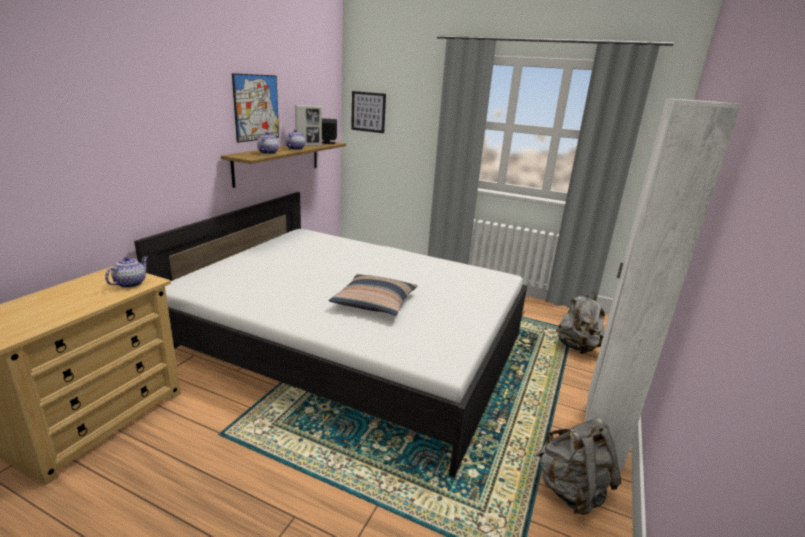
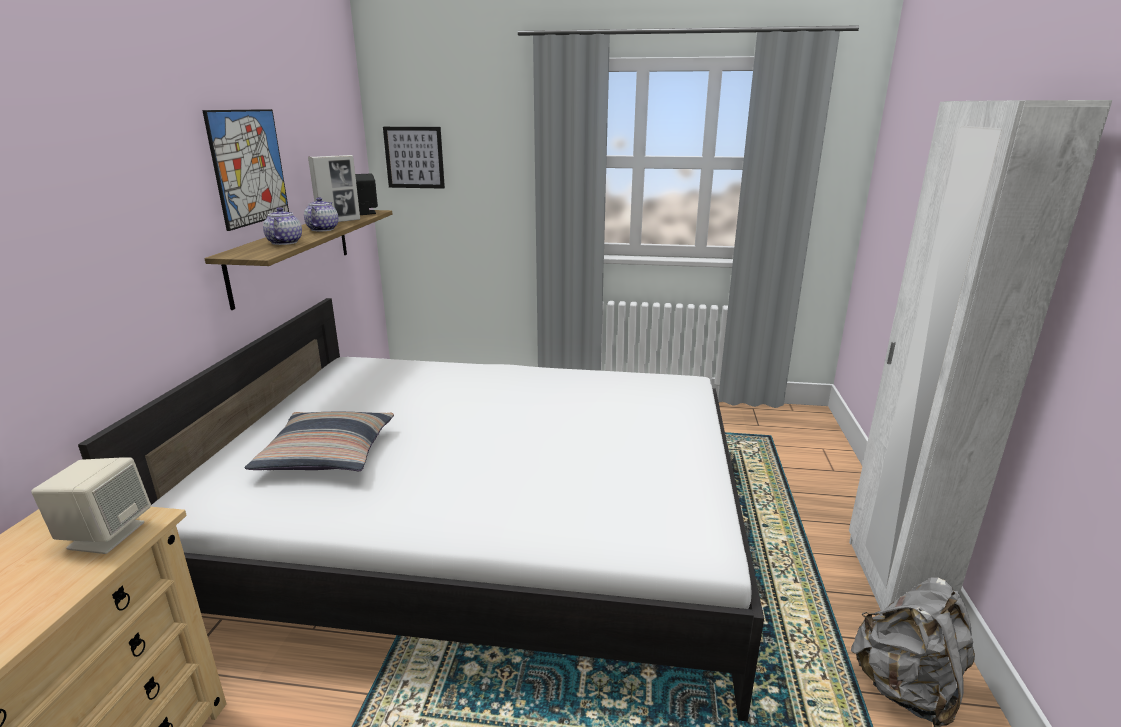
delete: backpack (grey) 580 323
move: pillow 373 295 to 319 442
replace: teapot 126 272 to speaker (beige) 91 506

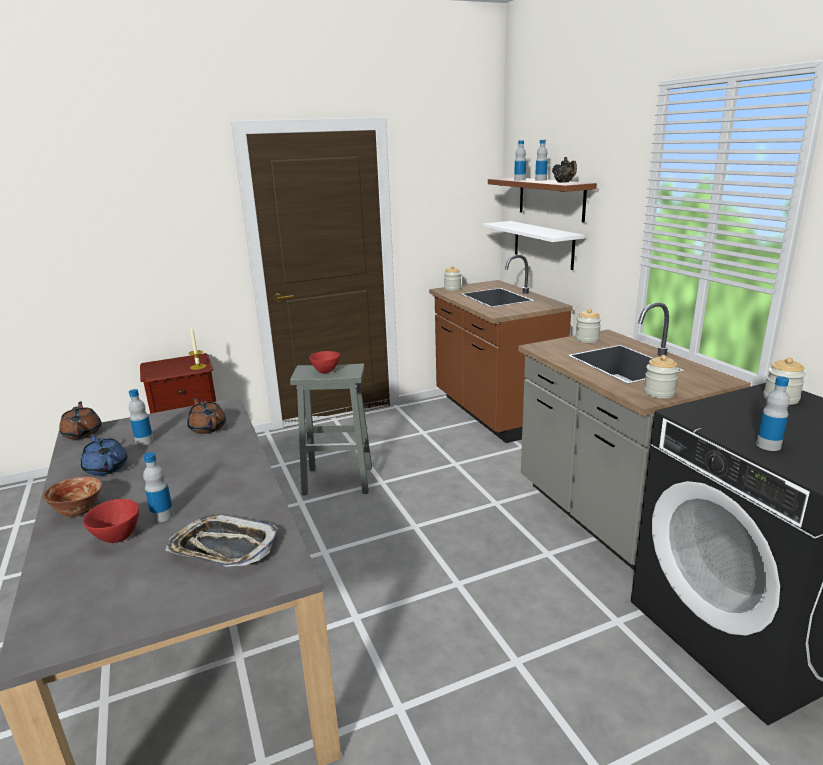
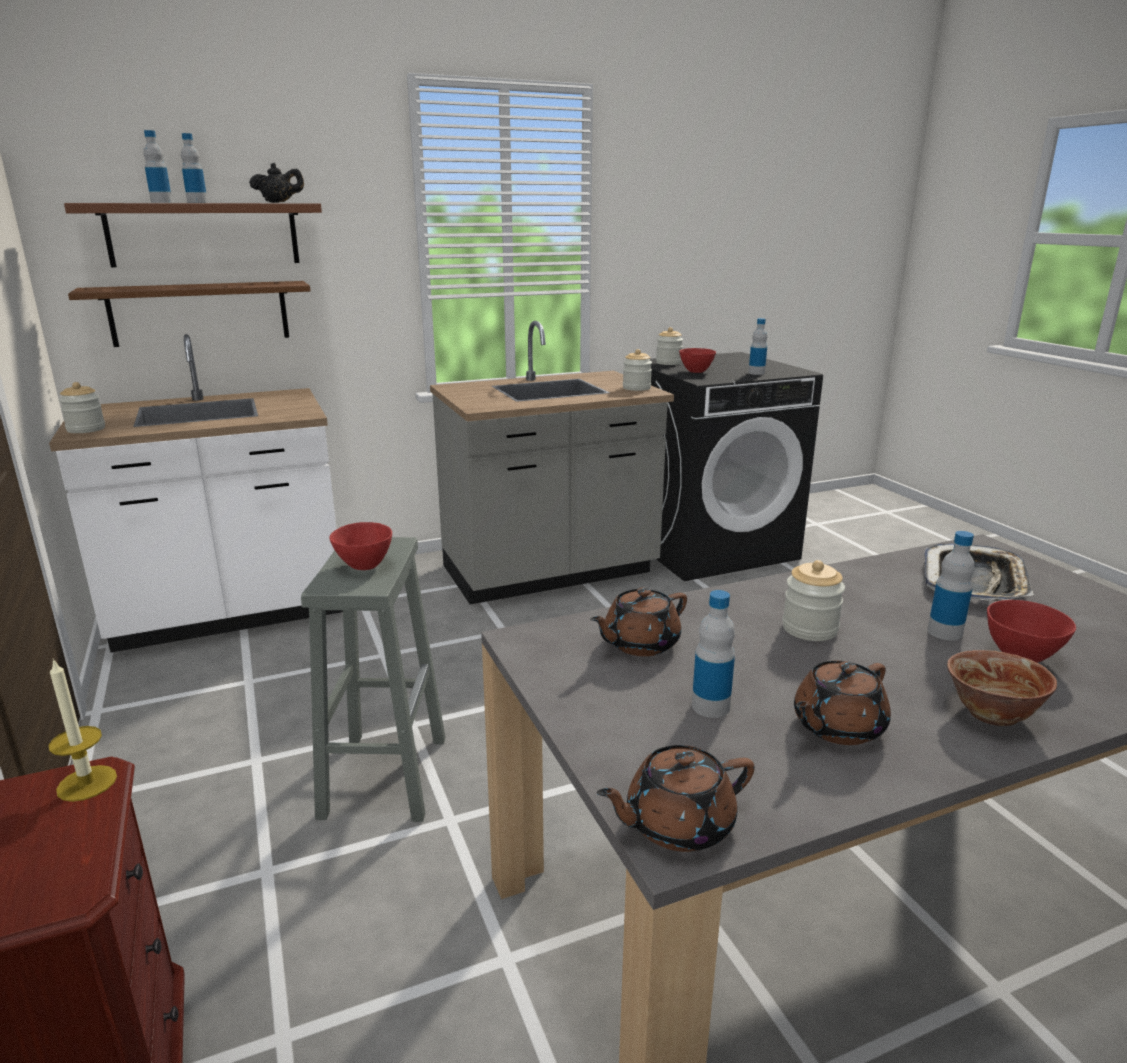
insert: bowl (red) 697 360
move: jar 588 326 to 813 600
recolor: teapot (blue) 104 455 to teapot (brown) 842 703; counter (brown) 501 349 to counter (white) 196 493; shelf (white) 533 245 to shelf (brown) 189 314

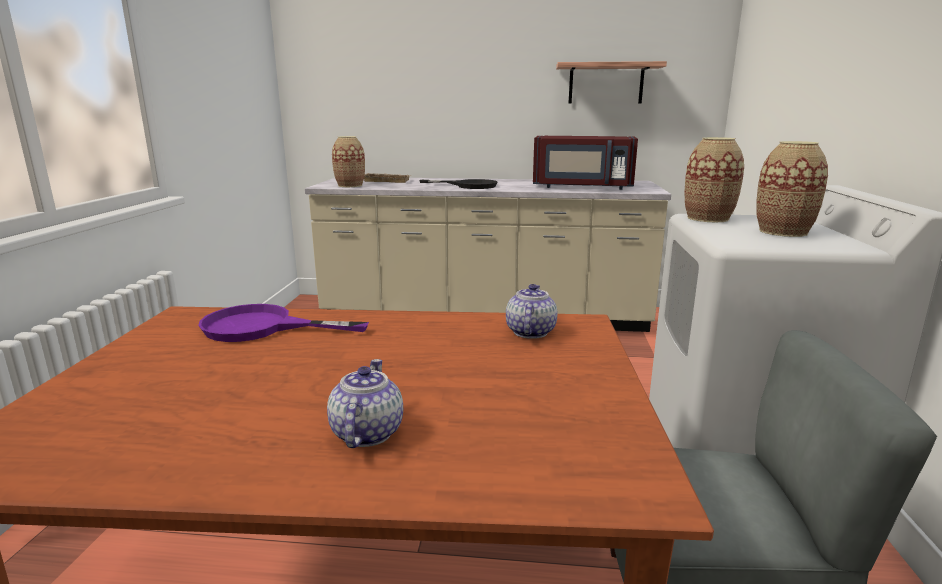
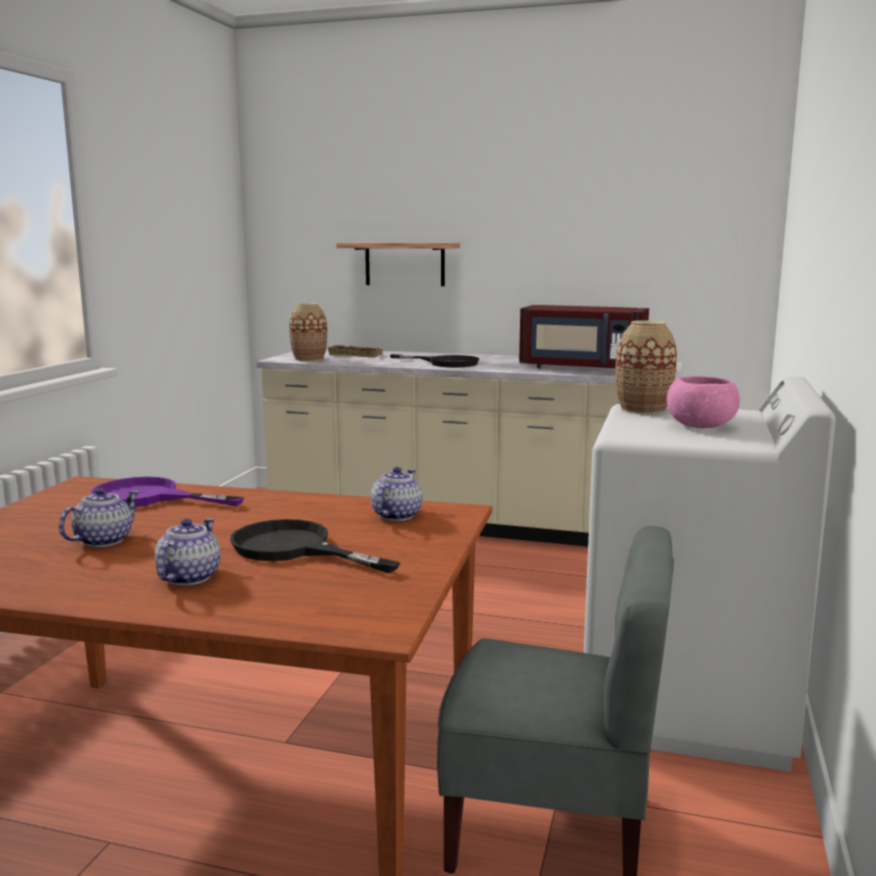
insert: teapot 99 517; frying pan (black) 315 546
move: shelf 611 82 to 398 264
replace: vase 792 189 to bowl (pink) 703 402

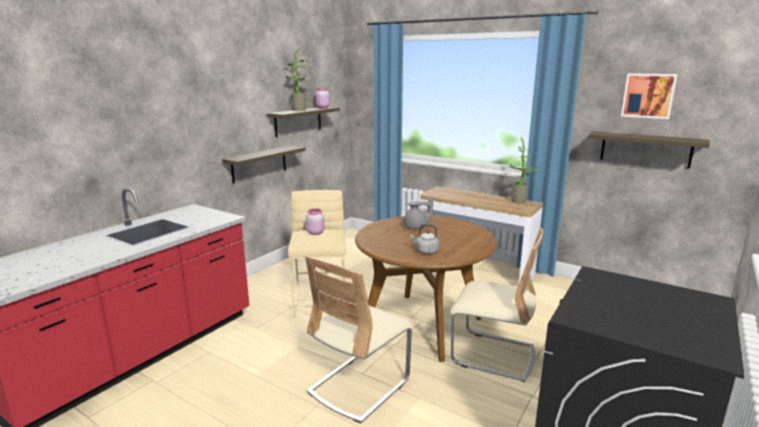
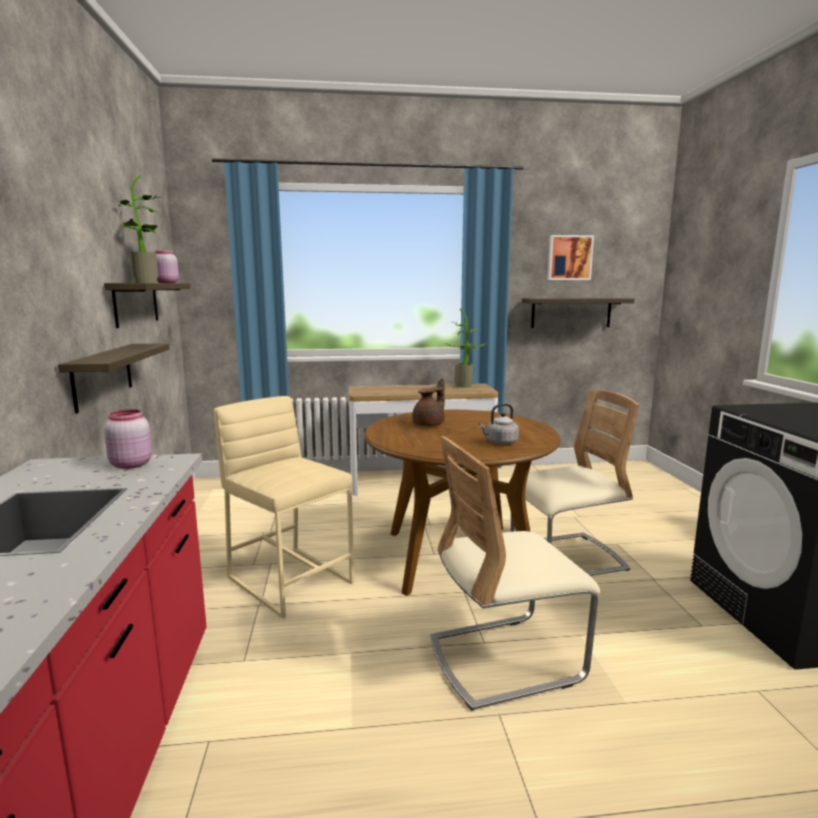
move: jar (pink) 315 222 to 128 439
recolor: teapot (grey) 418 212 to teapot (brown) 428 402
rotate: chair (beige) 358 340 = 515 573 75 degrees clockwise

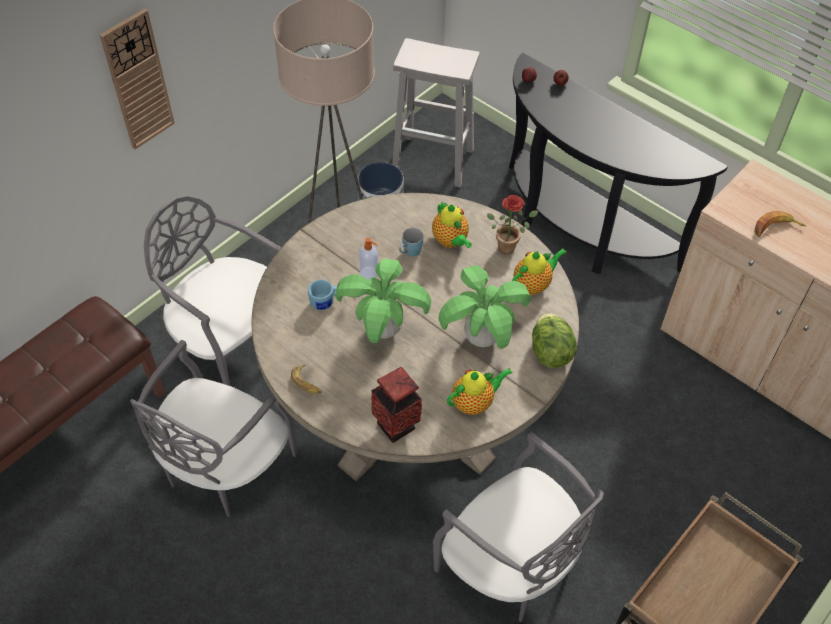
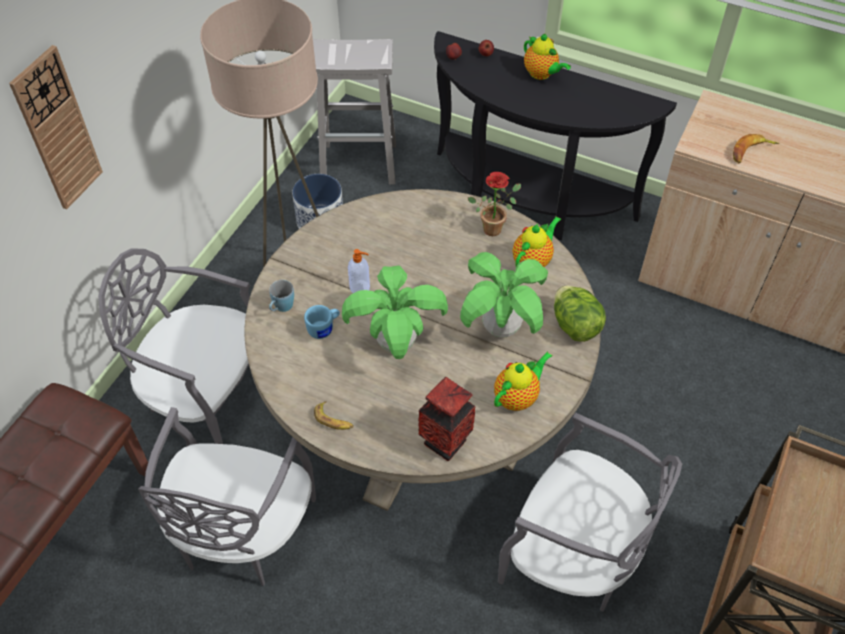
move: mug (blue) 411 242 to 281 296; teapot 452 224 to 547 56

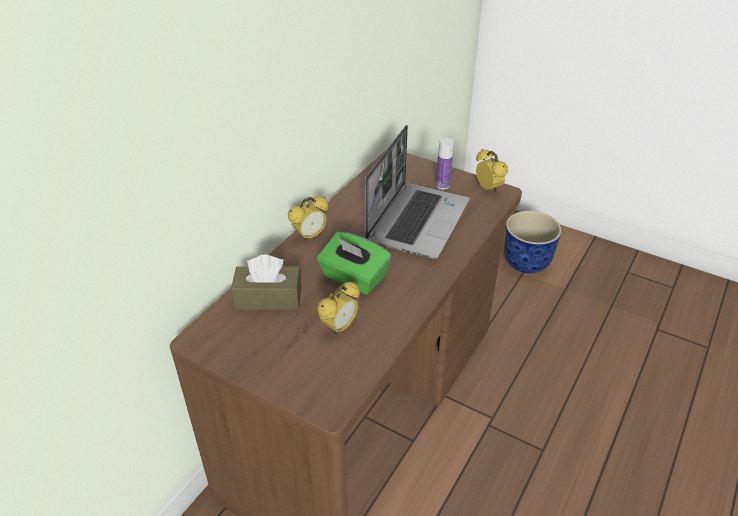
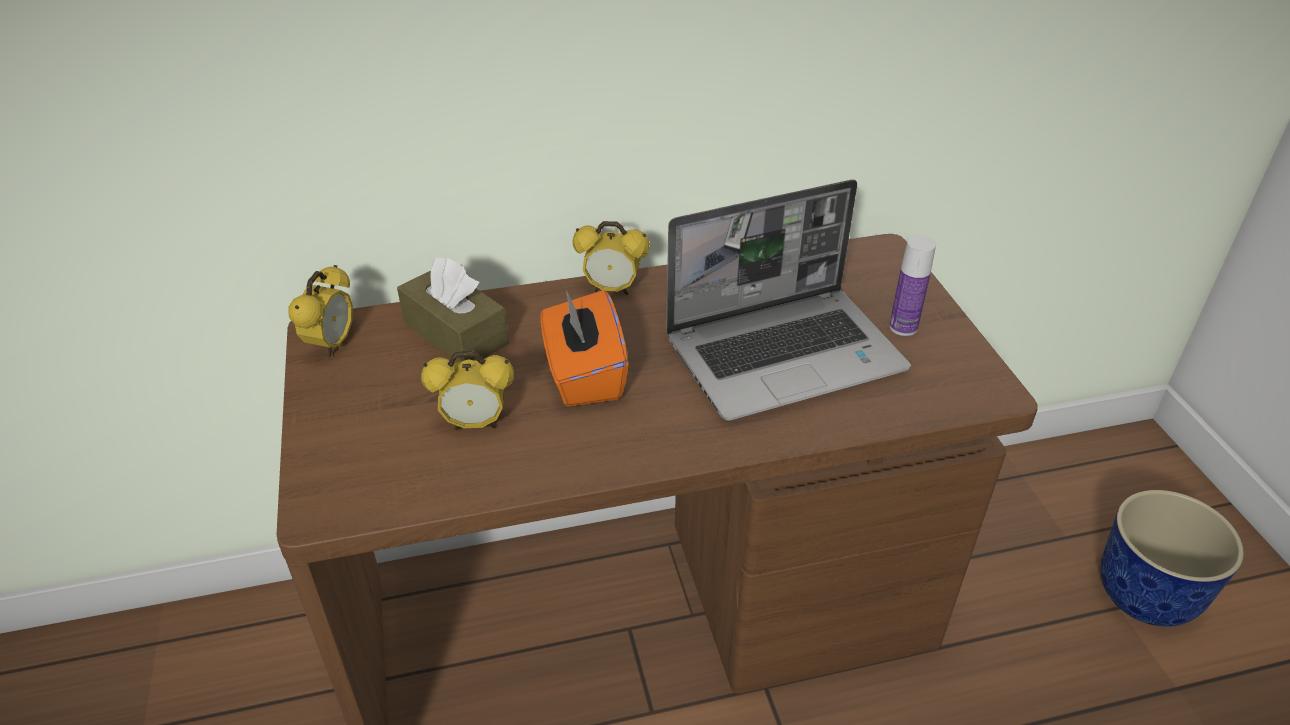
move: alarm clock 492 171 to 320 311
recolor: tissue box (green) 354 263 to tissue box (orange) 584 348

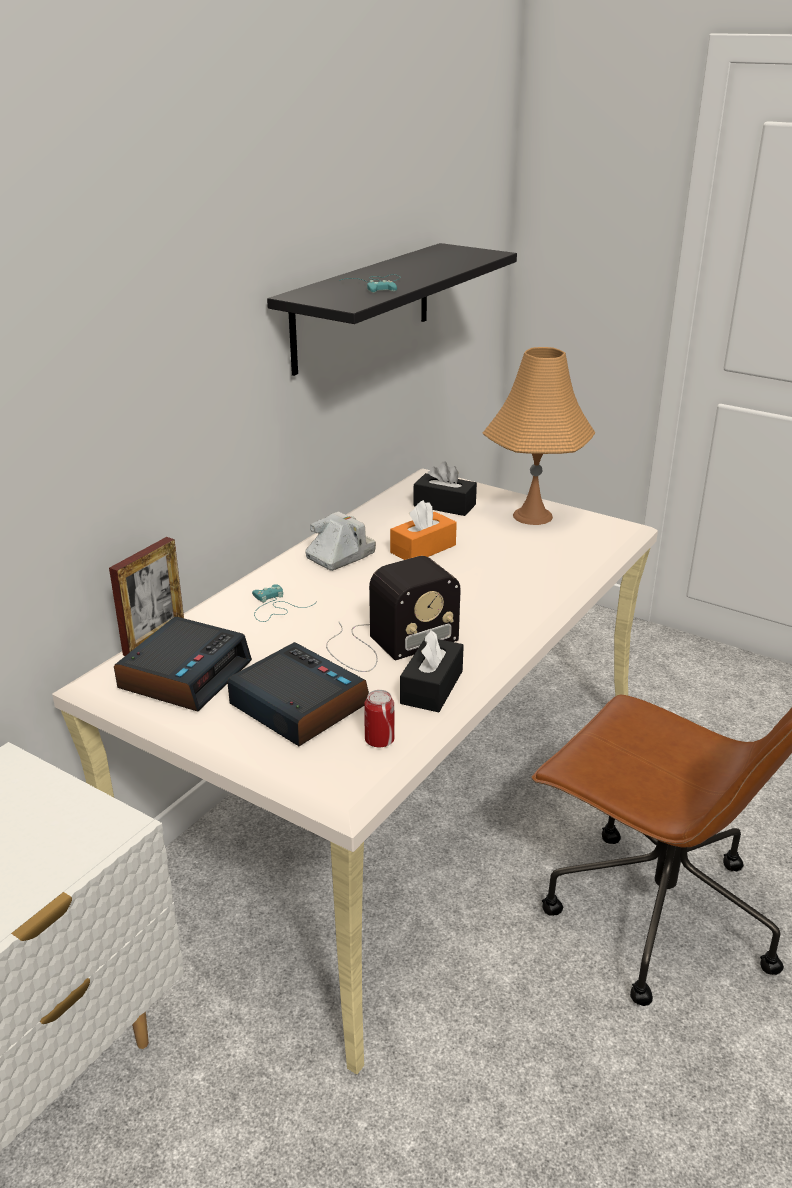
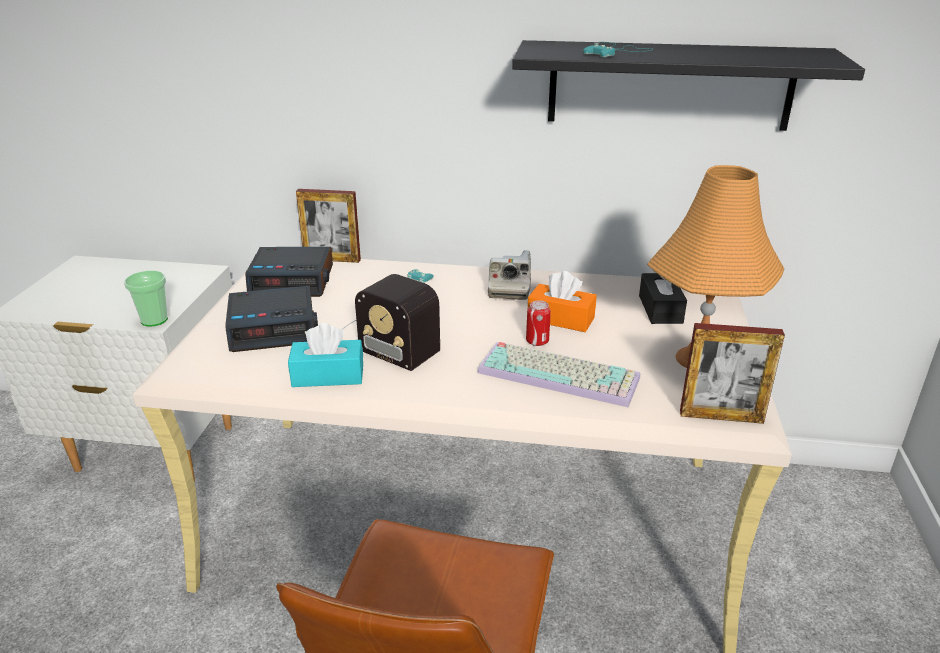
insert: cup 146 298; keyboard 558 375; picture frame 732 373
move: can 379 718 to 538 323
recolor: tissue box (black) 432 671 to tissue box (turquoise) 325 355
rotate: alarm clock 298 694 = 271 319 60 degrees clockwise; photo camera 340 541 = 509 275 75 degrees clockwise

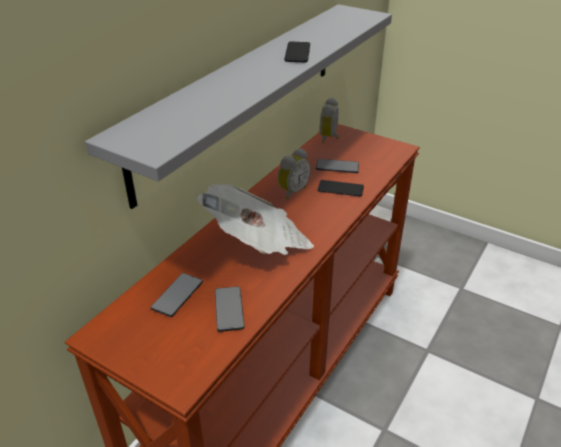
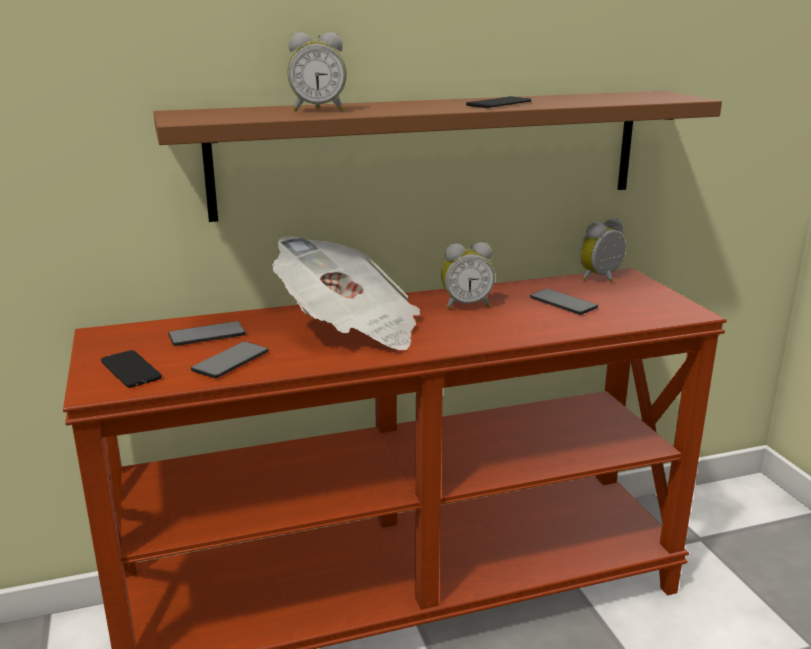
insert: alarm clock 317 71
move: phone 341 188 to 131 369
recolor: shelf (grey) 238 106 to shelf (brown) 437 156

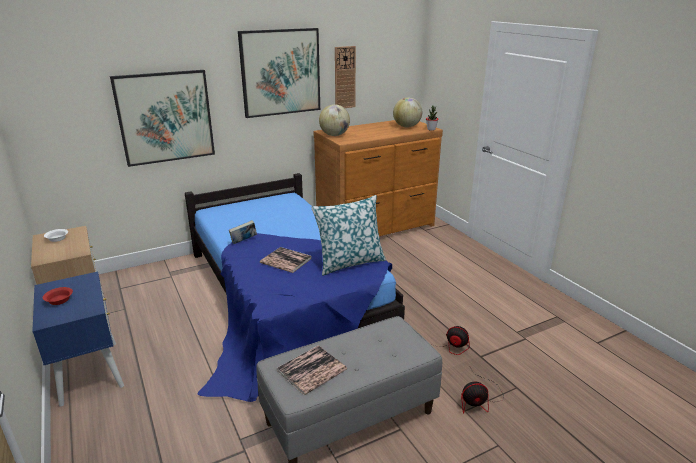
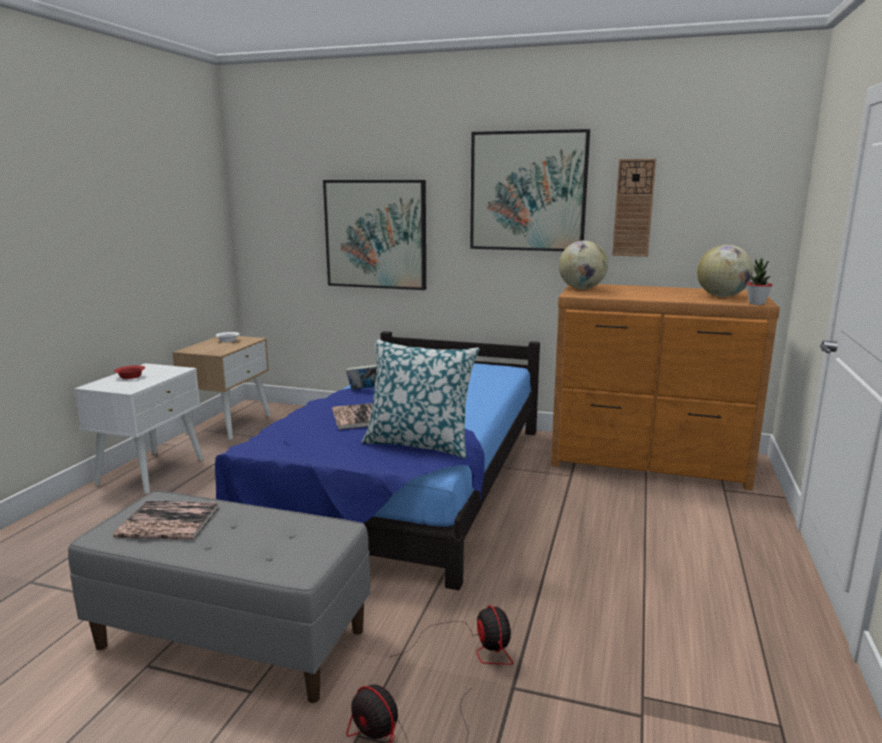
recolor: nightstand (blue) 78 339 to nightstand (white) 138 428

